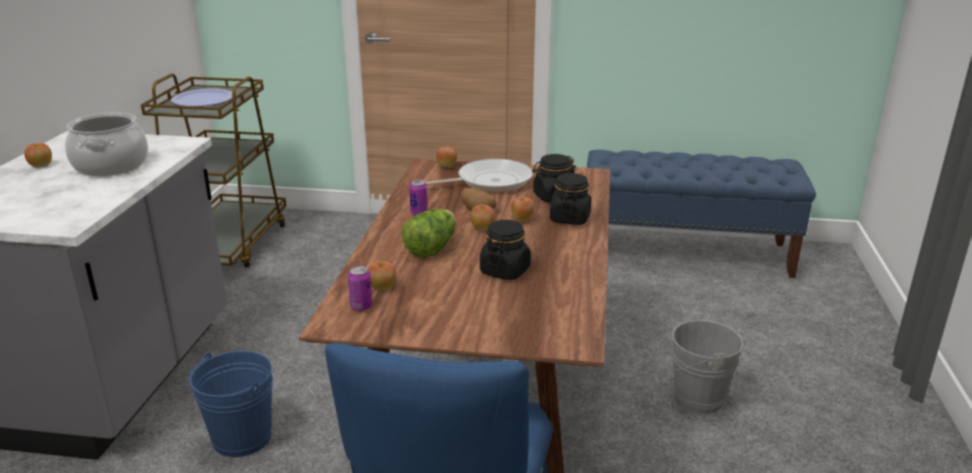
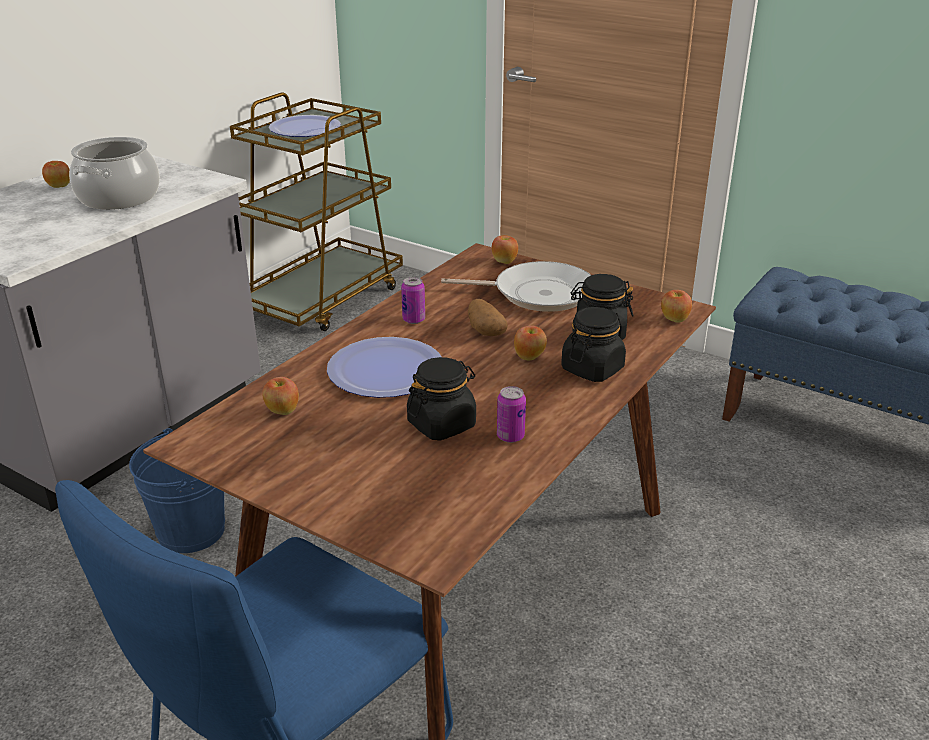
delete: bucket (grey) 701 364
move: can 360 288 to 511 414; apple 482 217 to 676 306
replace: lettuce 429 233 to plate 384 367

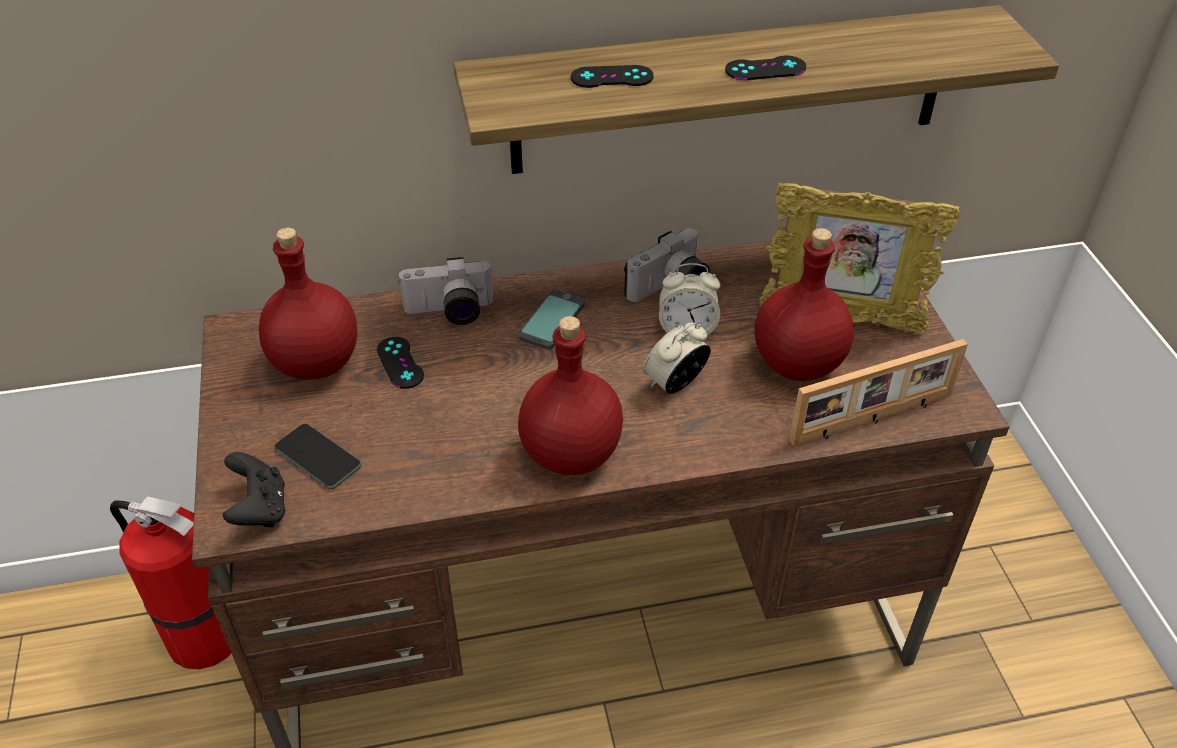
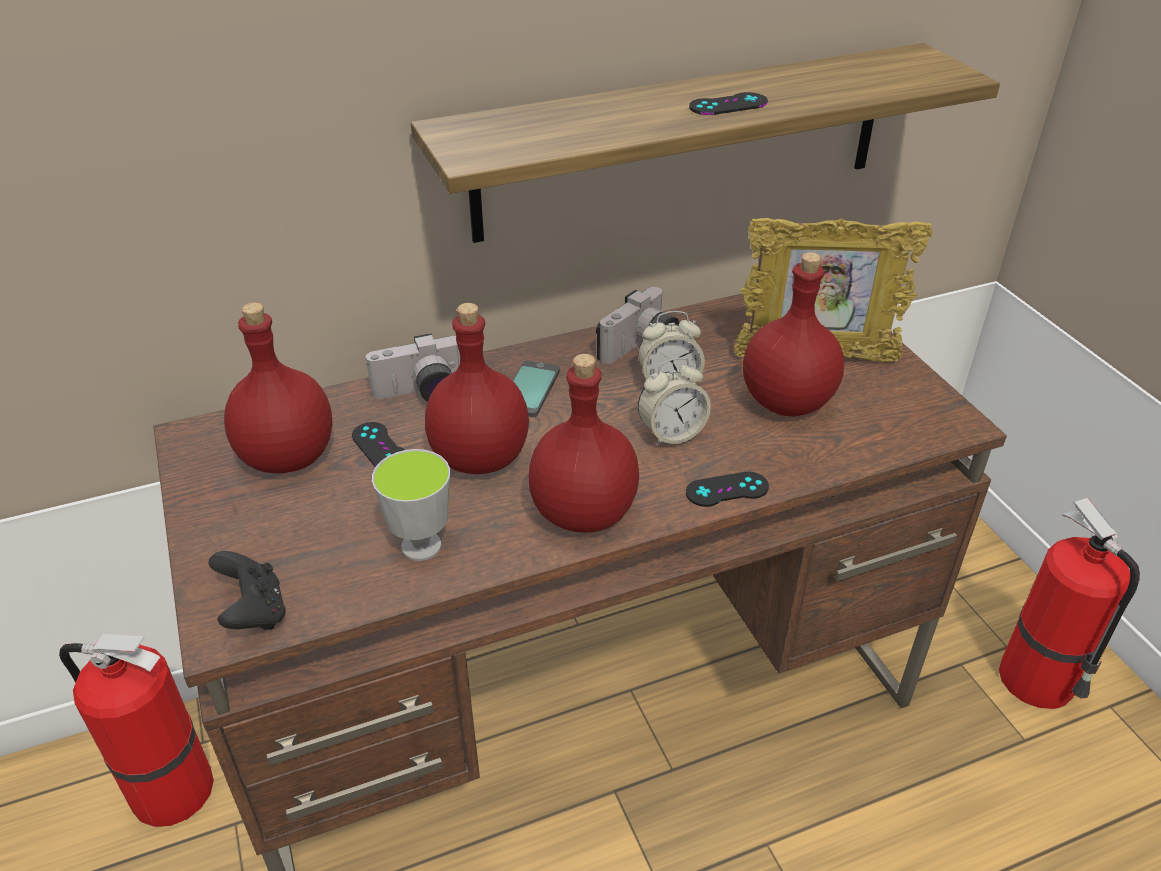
delete: phone 318 456; picture frame 878 392
insert: cup 411 505; bottle (red) 477 388; fire extinguisher 1069 603
move: game controller (black) 612 76 to 727 489
rotate: alarm clock 677 358 = 674 402 150 degrees counterclockwise

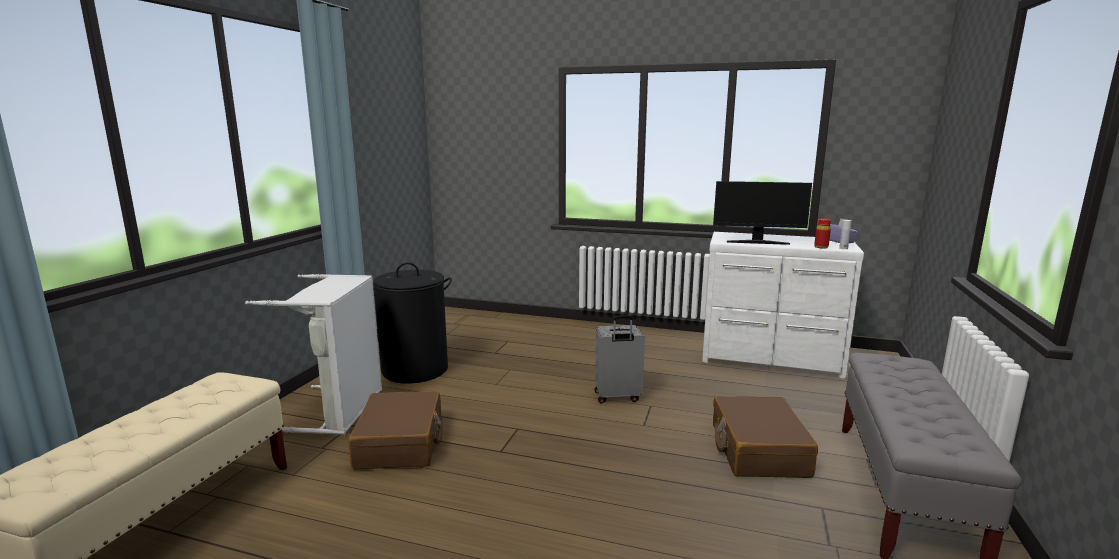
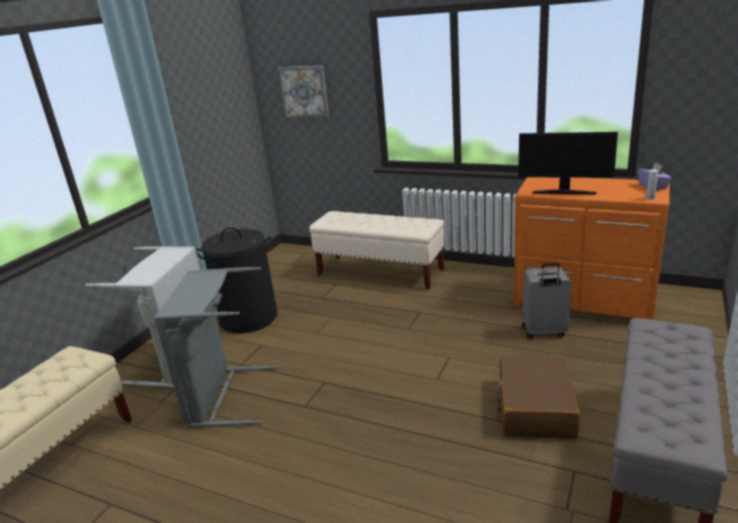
delete: bottle (red) 822 233
insert: picture 303 91; bench (beige) 377 250
move: suitcase (grey) 619 359 to 547 300
replace: suitcase (brown) 395 430 to laundry basket (grey) 217 347
recolor: dresser (white) 783 305 to dresser (orange) 592 248

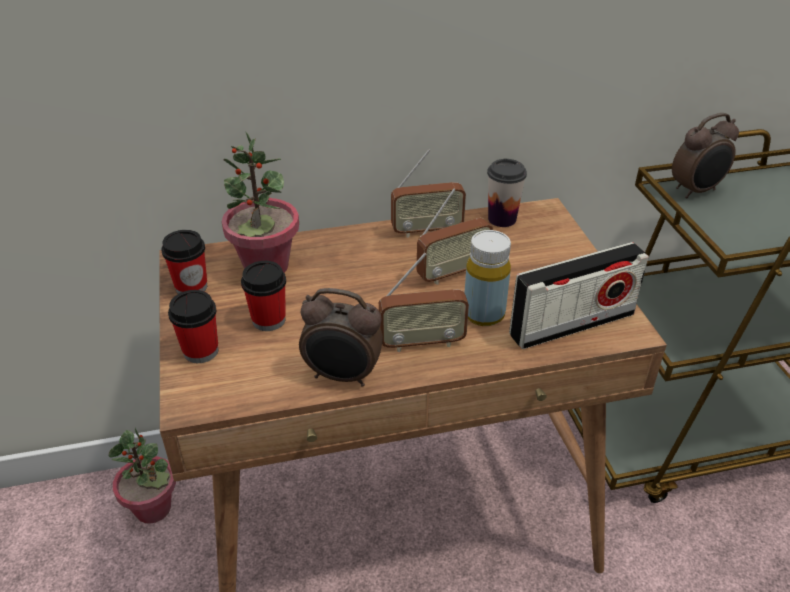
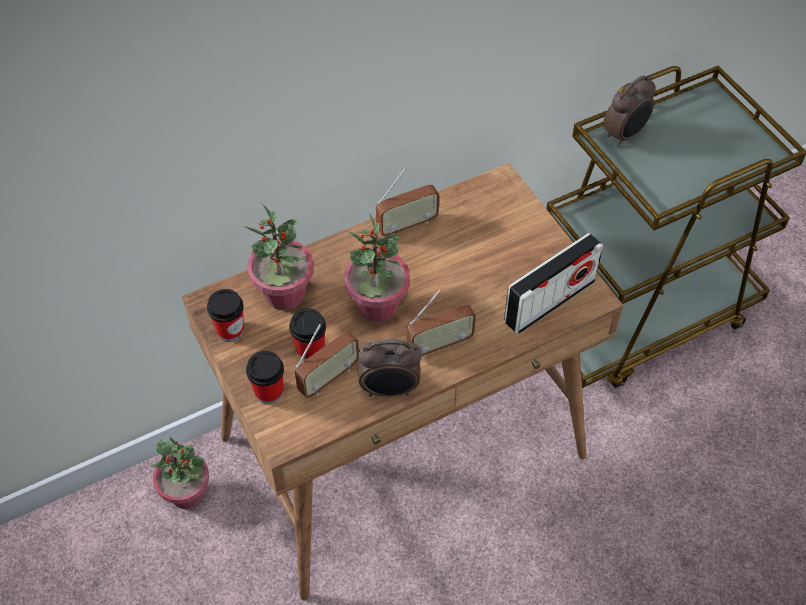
delete: bottle (yellow) 487 278; cup 507 193
insert: potted plant 377 267
move: radio 455 236 to 327 361

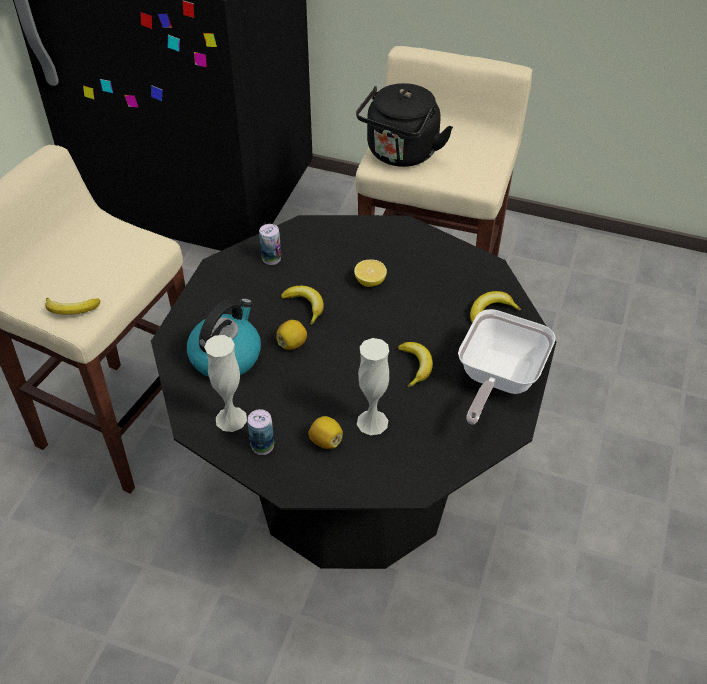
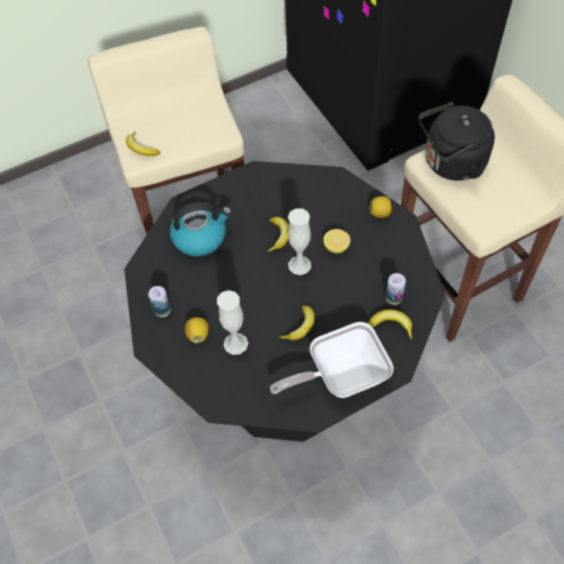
move: vase (white) 225 383 to 299 241; can 270 244 to 395 289; lemon 291 335 to 380 207

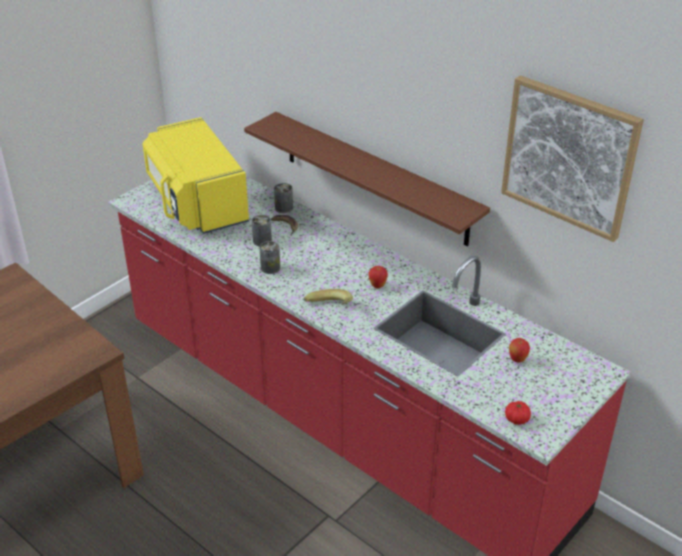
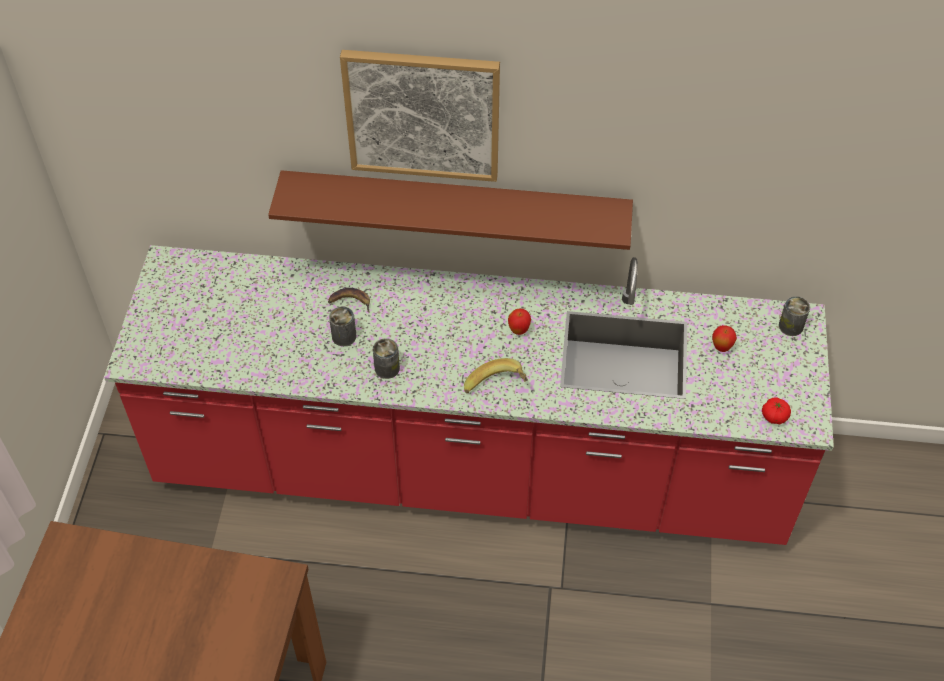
delete: microwave (yellow) 196 175
move: can 283 198 to 794 316; picture 572 158 to 420 116

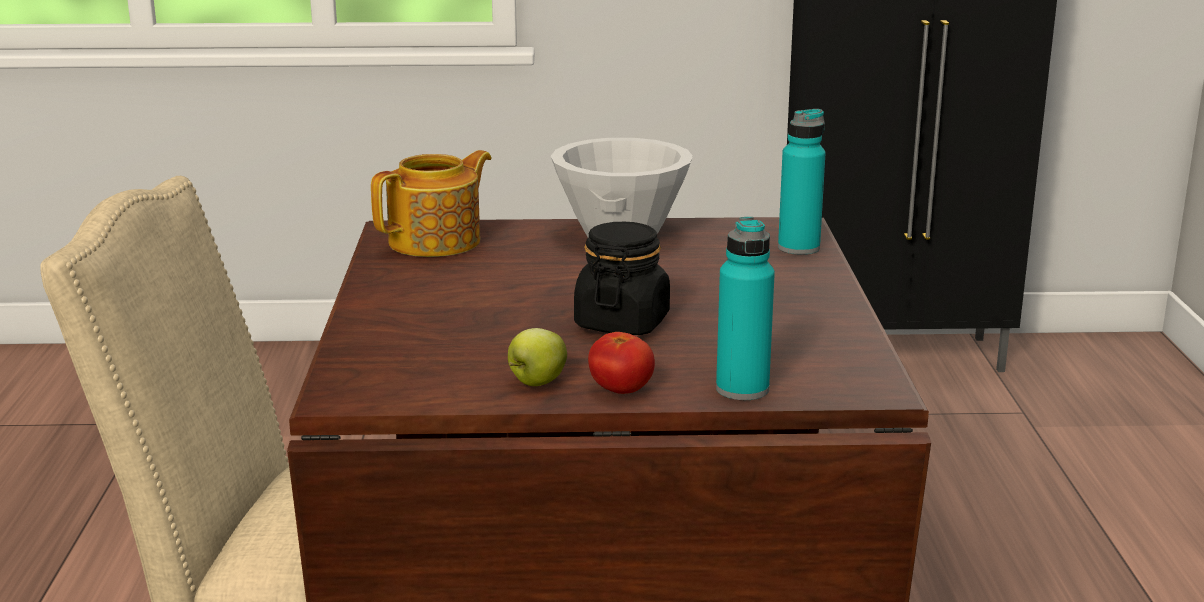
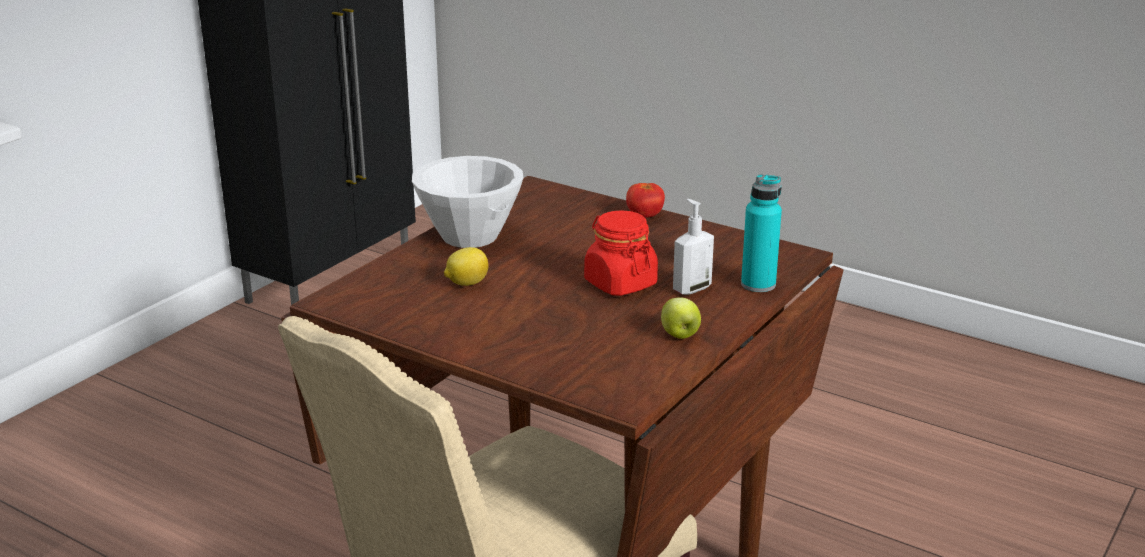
delete: teapot 431 203; bottle (turquoise) 802 182
insert: lemon 466 266; soap dispenser 693 247
move: tomato 621 363 to 645 200
recolor: jar (black) 622 278 to jar (red) 621 253

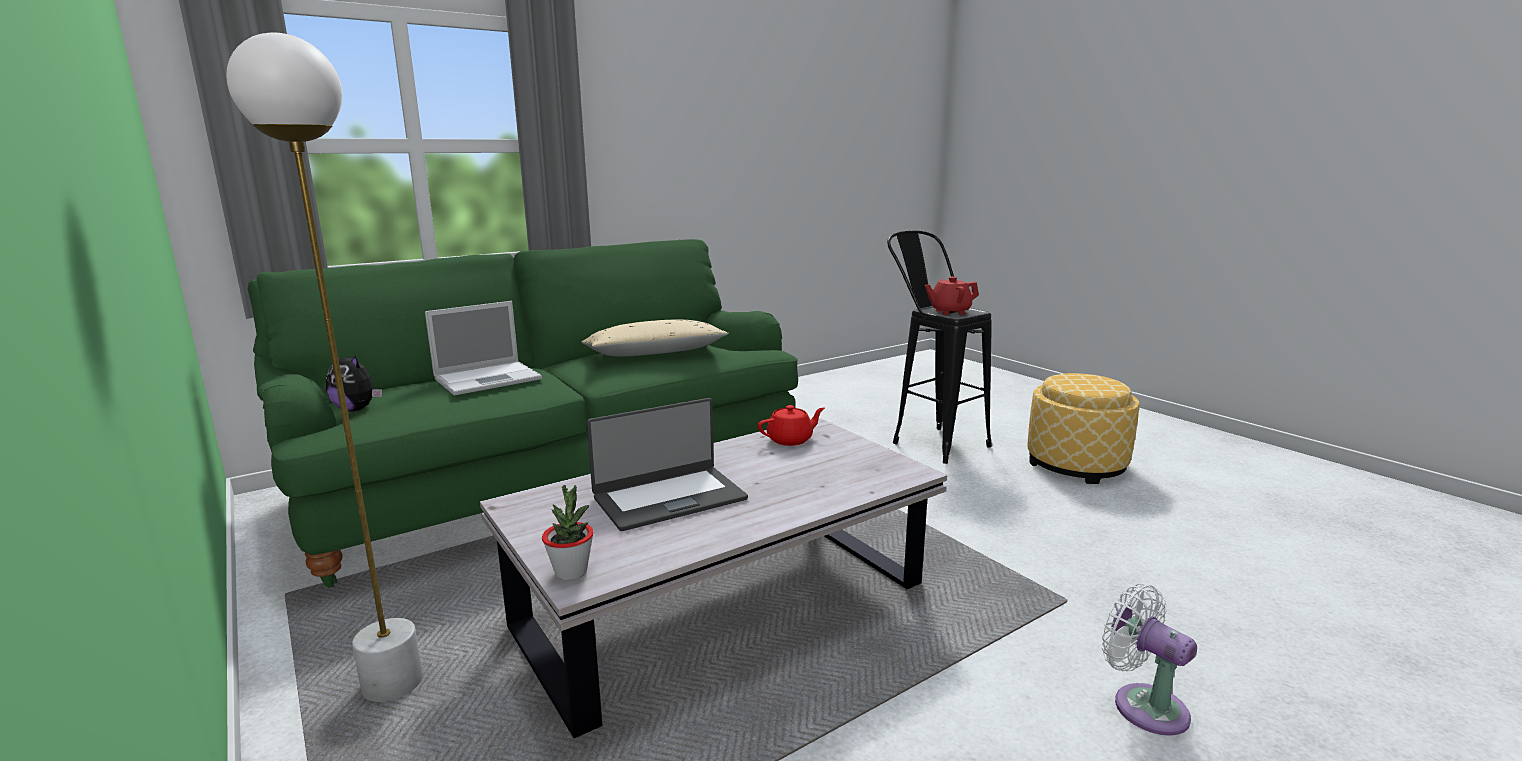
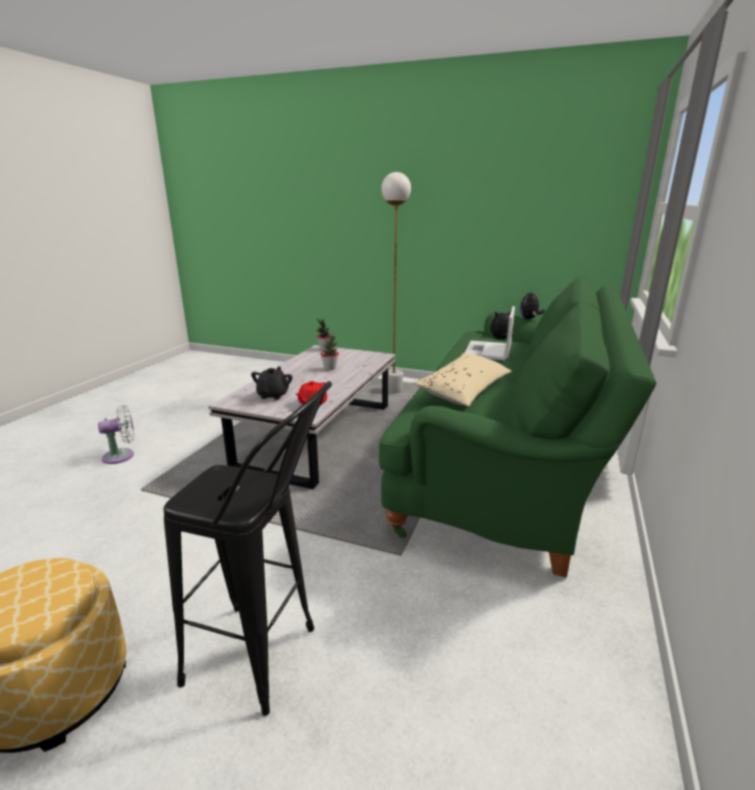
delete: teapot (red) 952 296
insert: teapot (black) 271 383; plush toy 532 305
replace: laptop 667 464 to potted plant 330 352
rotate: fan (white) 1149 660 = 116 434 45 degrees counterclockwise

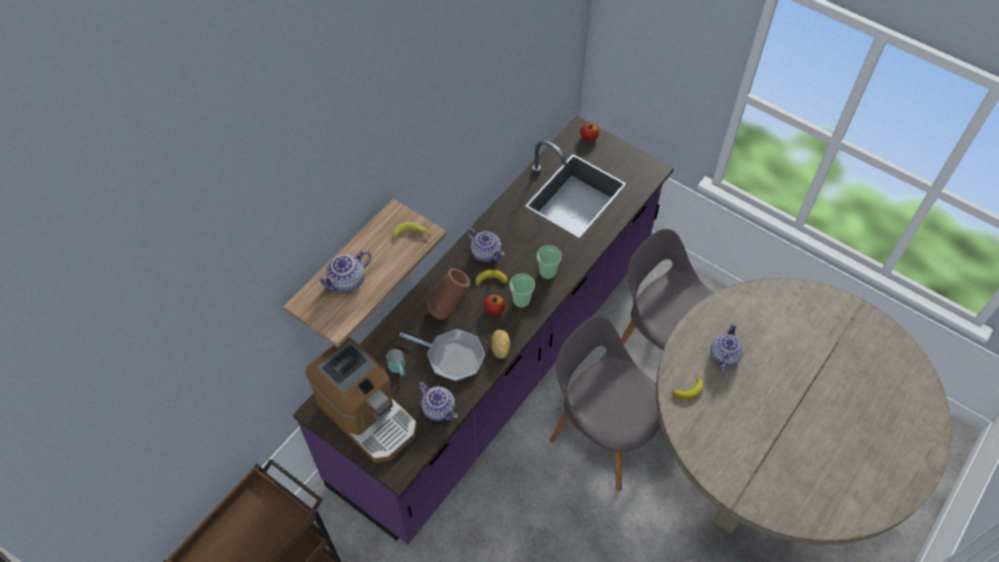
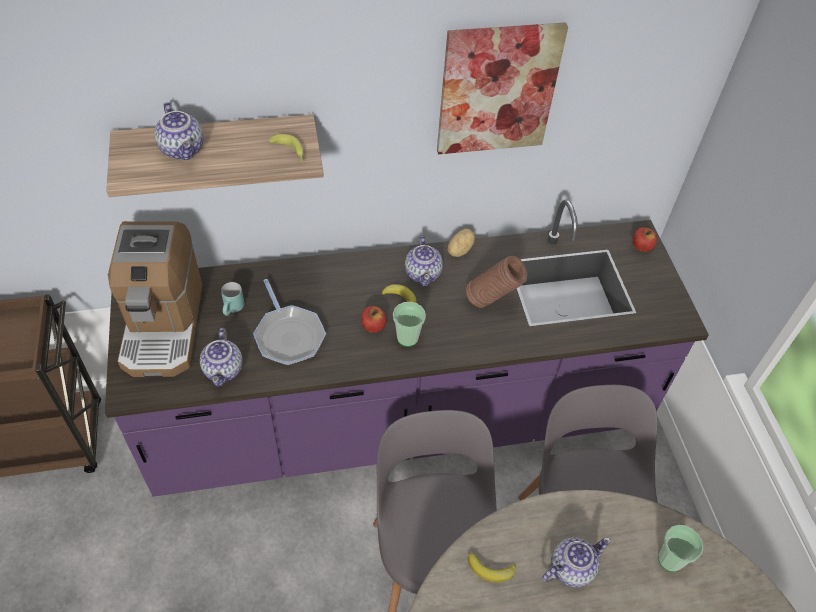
insert: picture 502 88
move: vase (brown) 448 294 to 496 282; potato 501 344 to 461 243; cup 549 262 to 680 548
rotate: teapot 344 271 = 178 131 120 degrees counterclockwise

